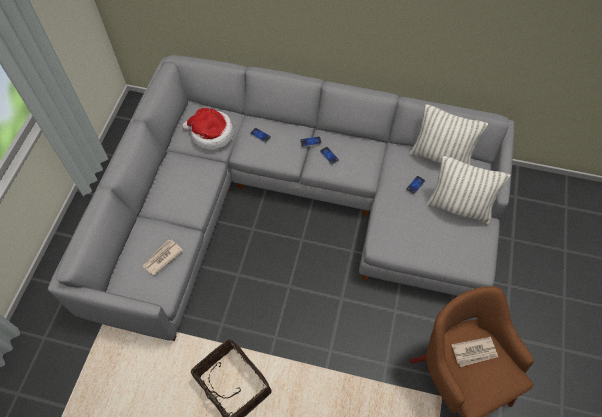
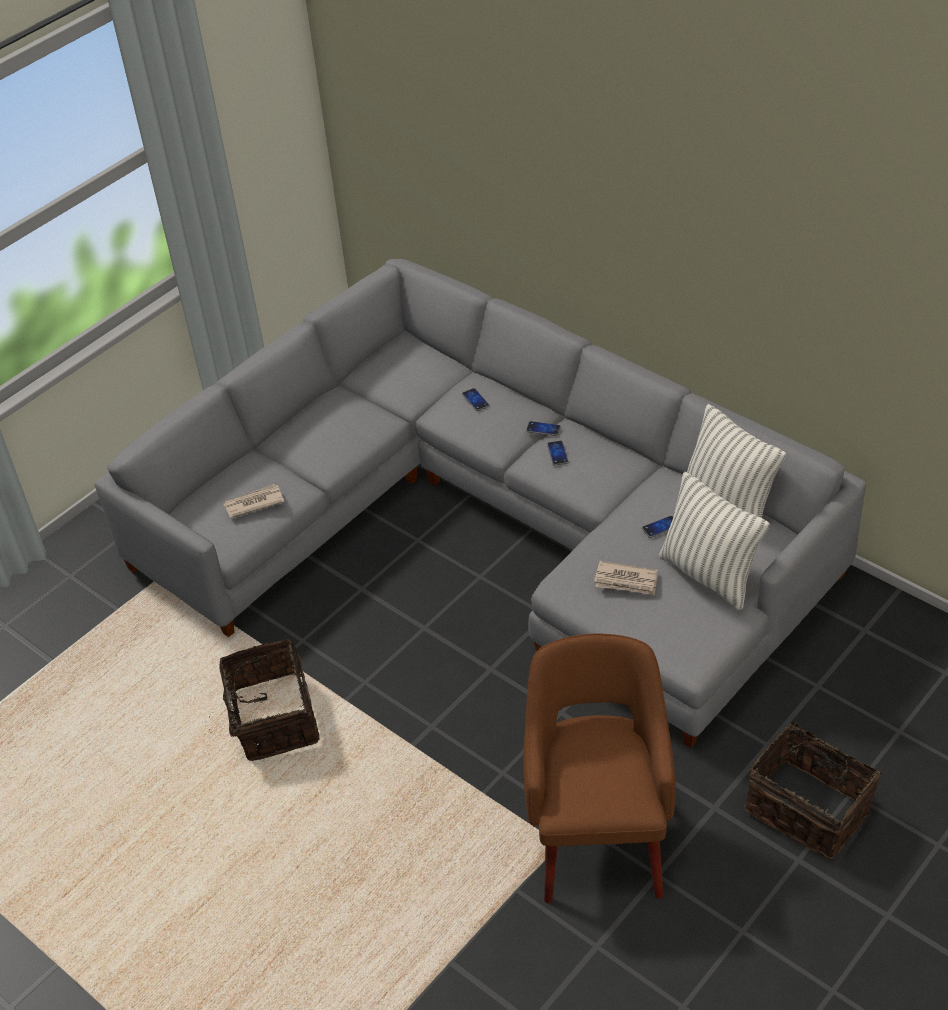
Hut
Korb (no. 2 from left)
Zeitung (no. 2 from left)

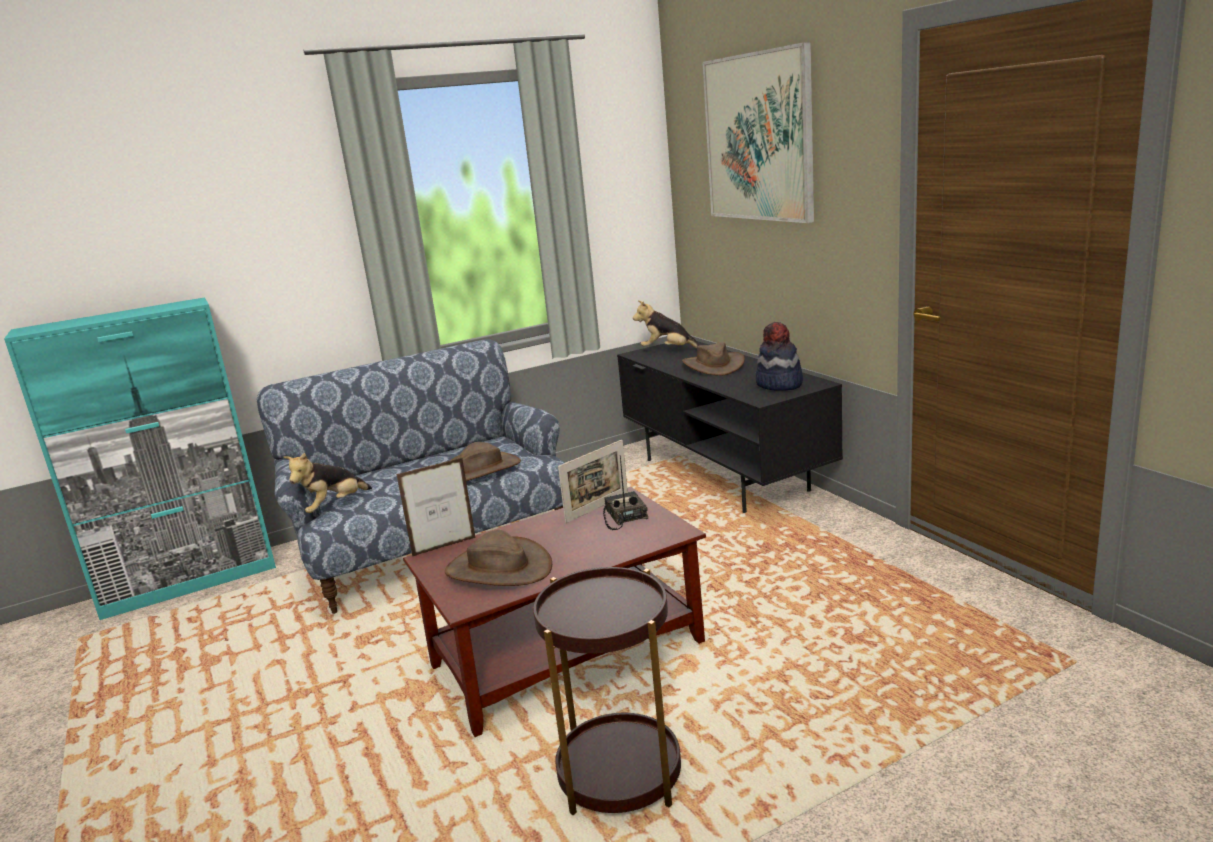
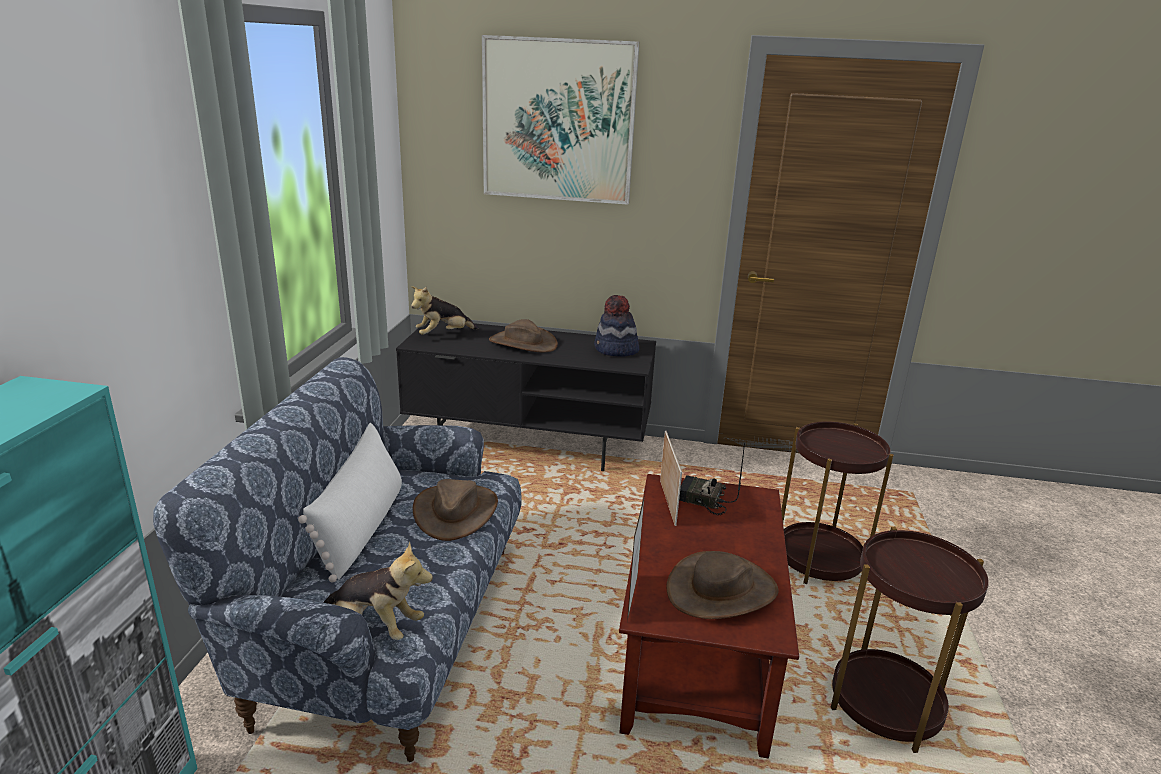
Kissen [weiß]
Beistelltisch [braun] (no. 1 from left)
Plüschtier (no. 1 from left)

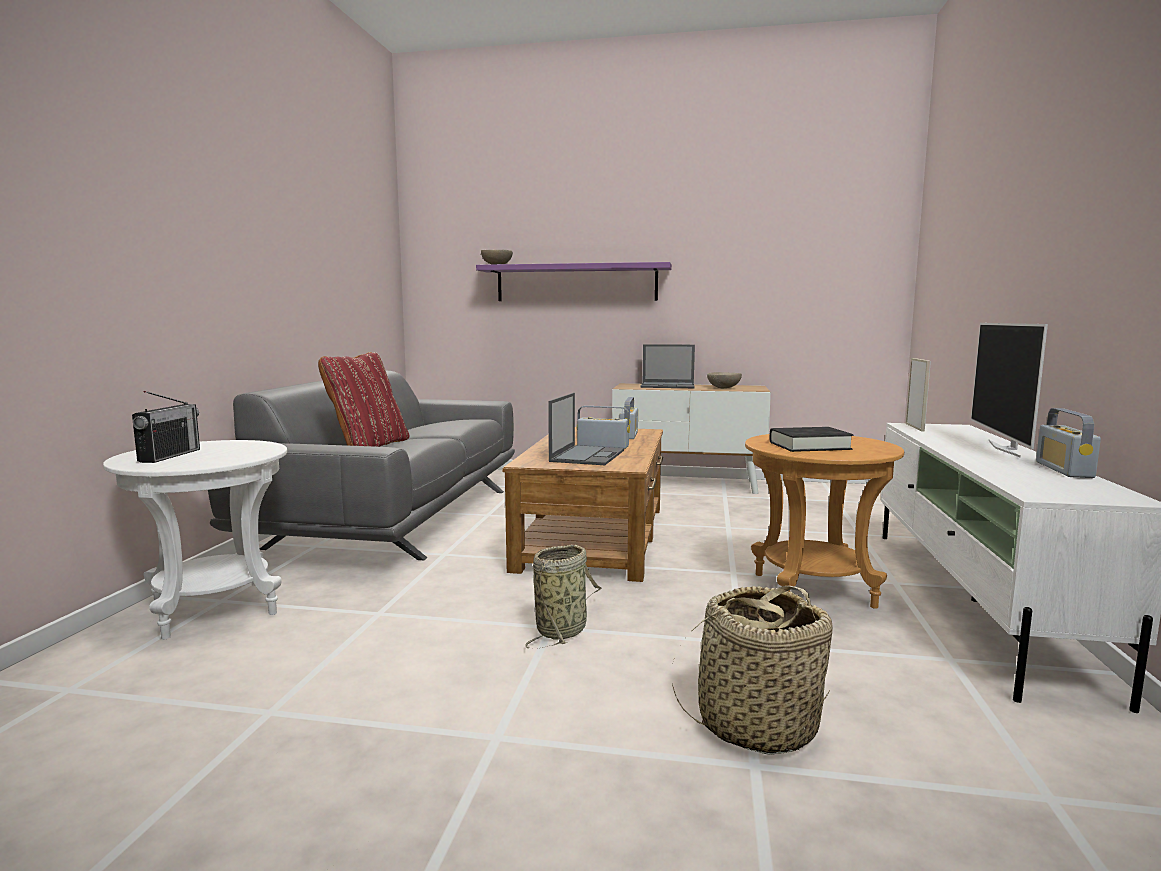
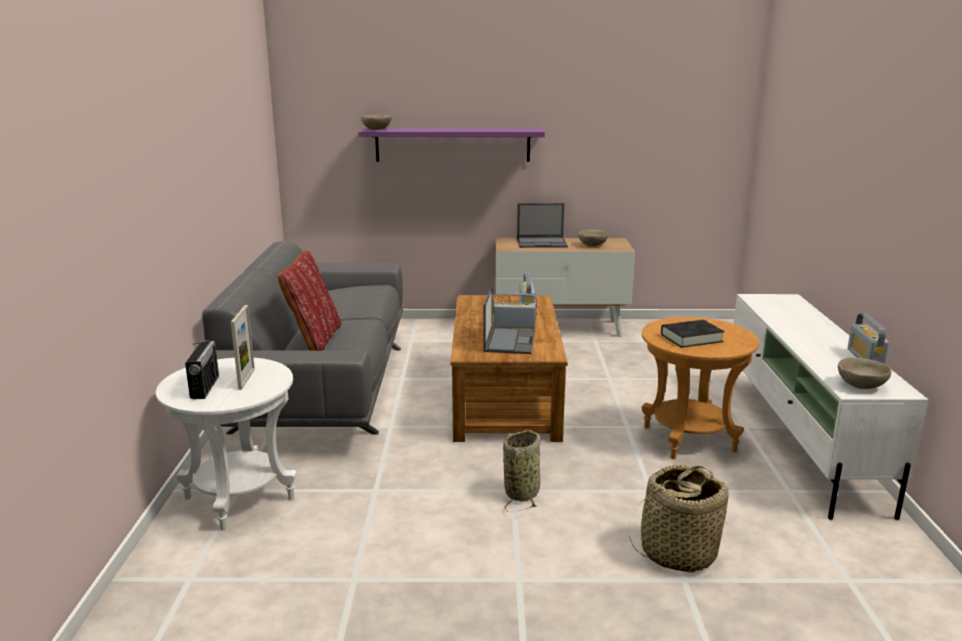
Fernseher
Schüssel [beige] (no. 3 from left)
Bilderrahmen

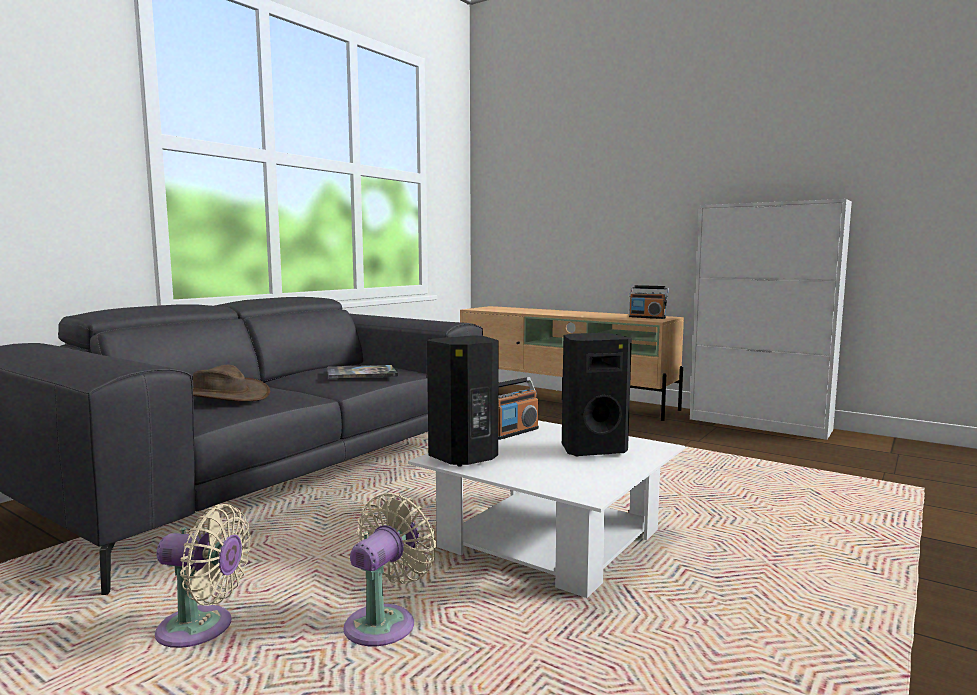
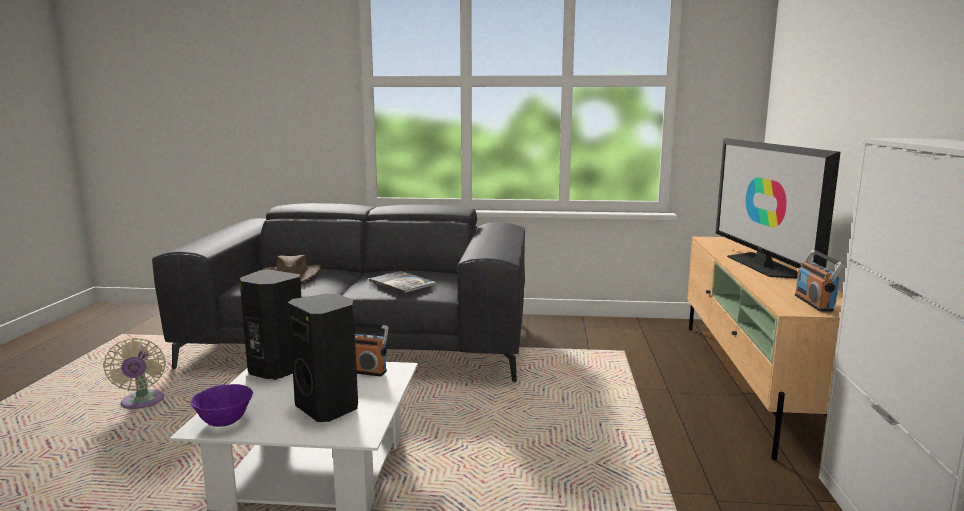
Ventilator [beige] (no. 2 from left in the first image)
Schüssel [lila]
Fernseher

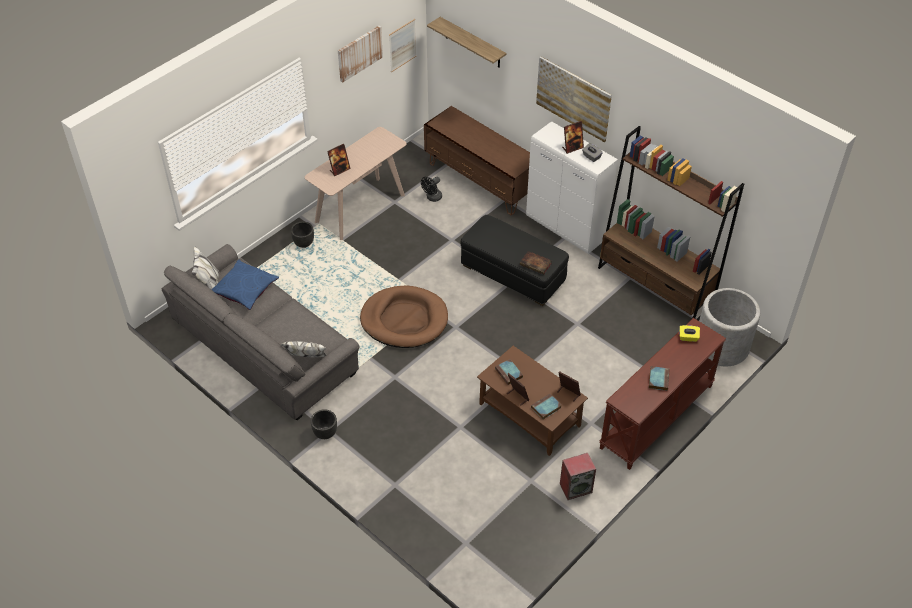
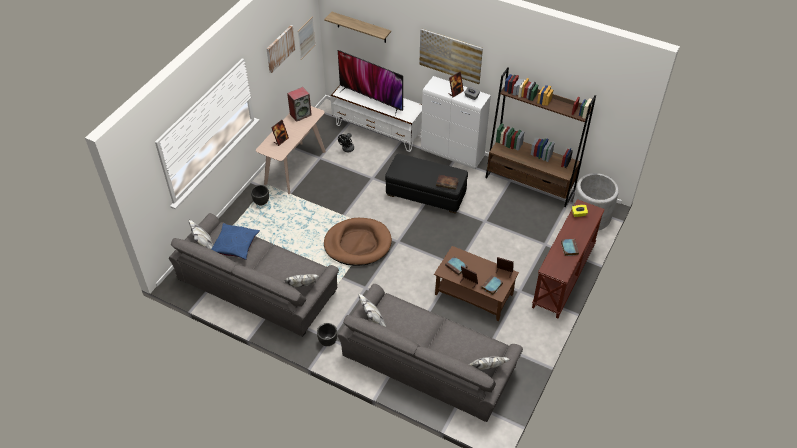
Fernseher
Sofa [grau] (no. 2 from left)
Lautsprecher
Fernsehschrank [weiß]

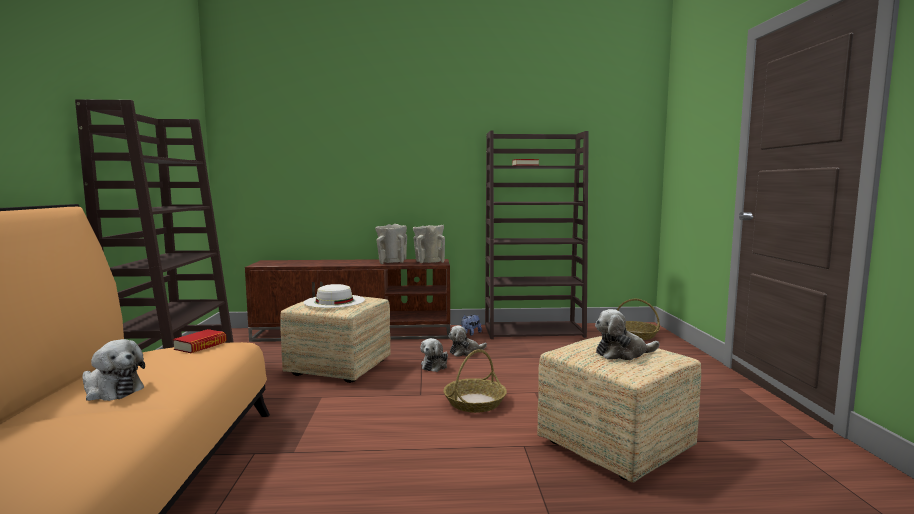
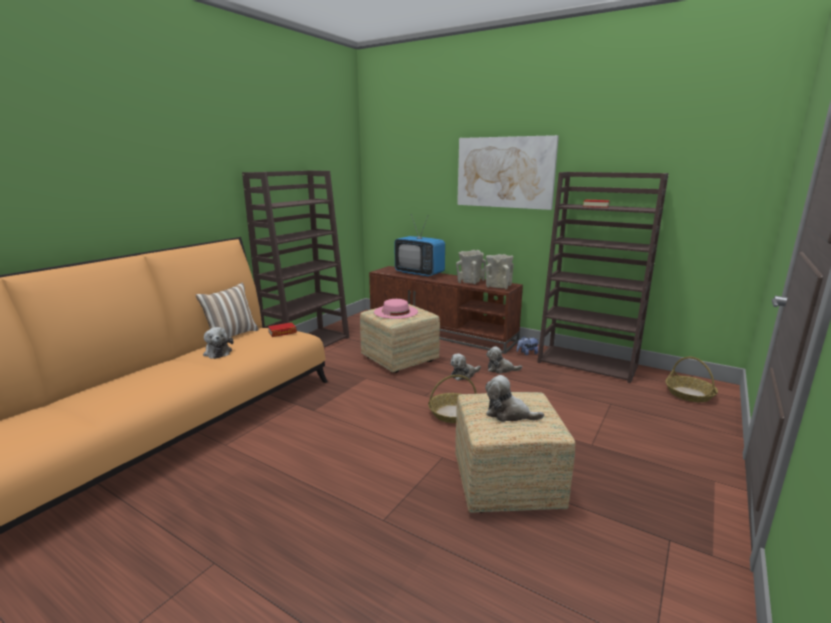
Kissen
Fernseher
Bild
Hut [rosa]

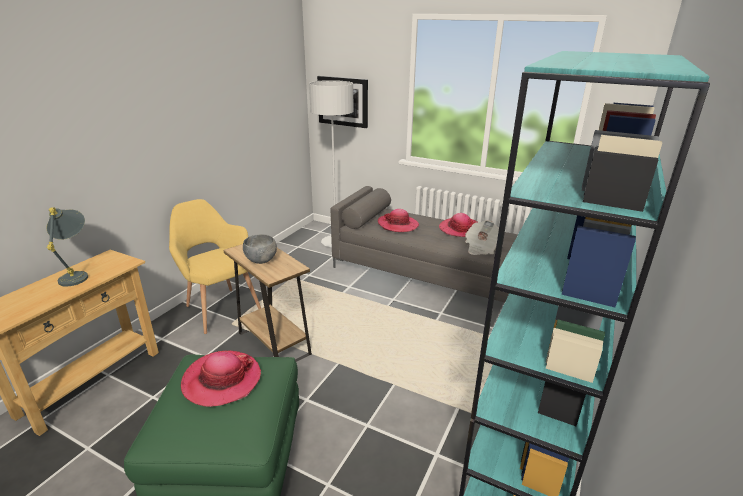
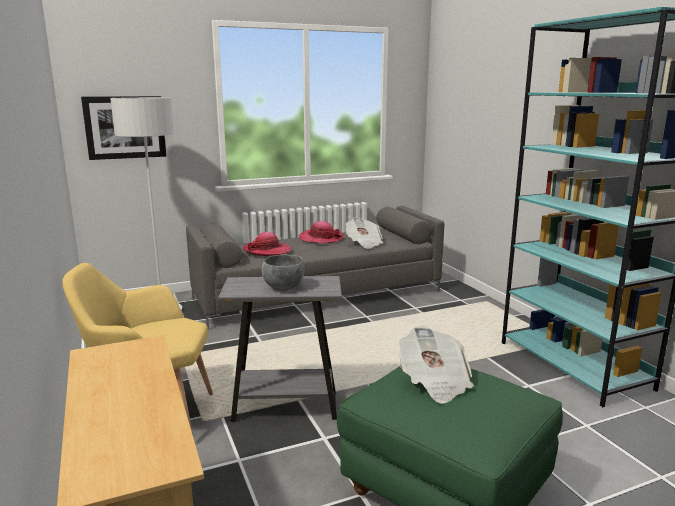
Tischlampe [grau]
Zeitung (no. 2 from left)
Beistelltisch [grau]

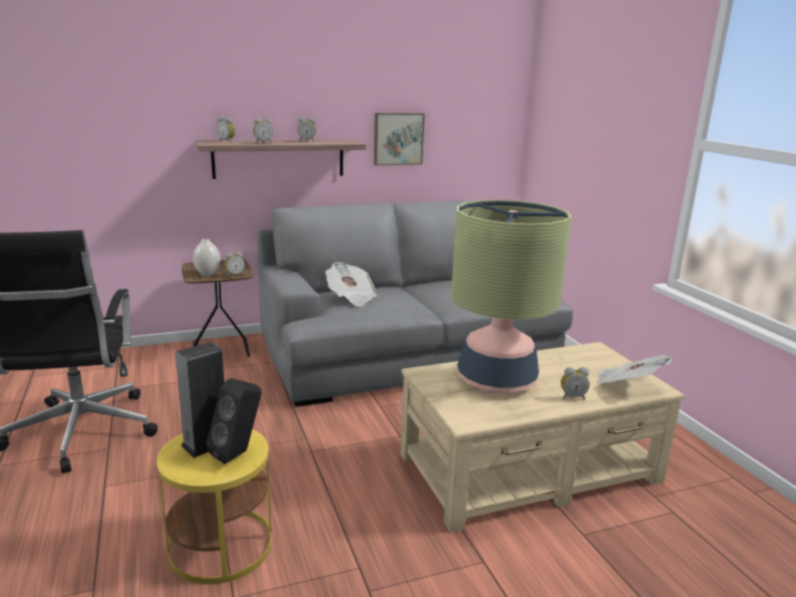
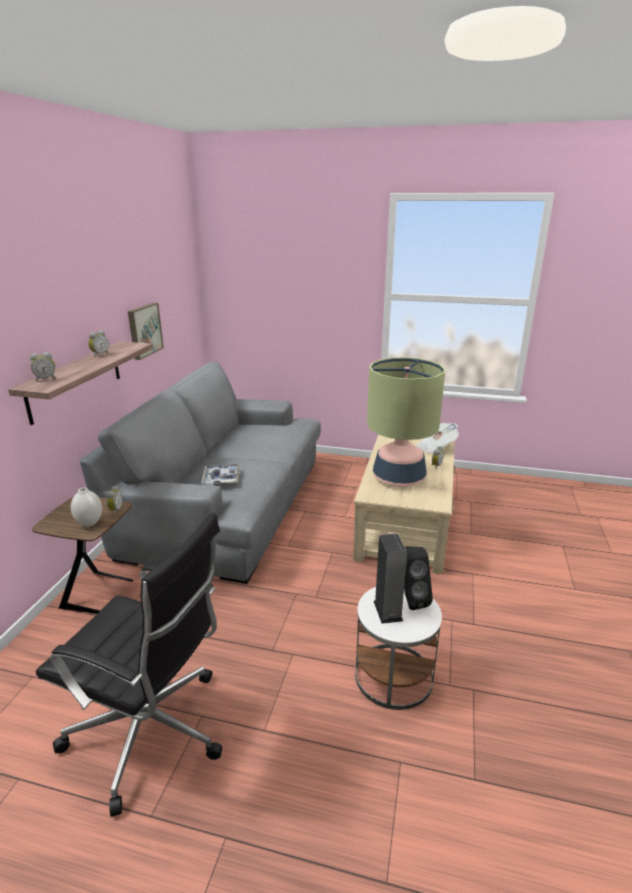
Wecker (no. 3 from left in the first image)
Tablett
Beistelltisch [weiß]

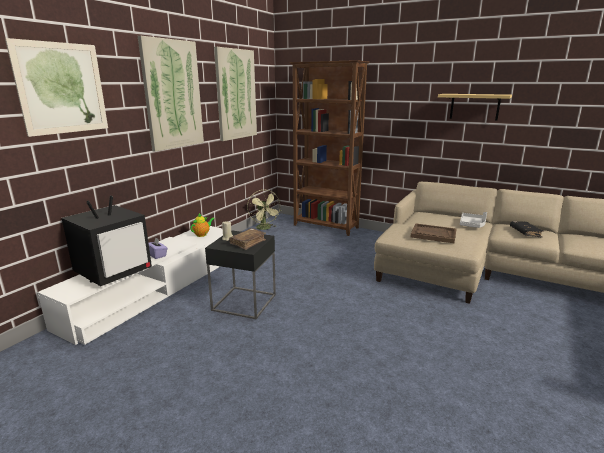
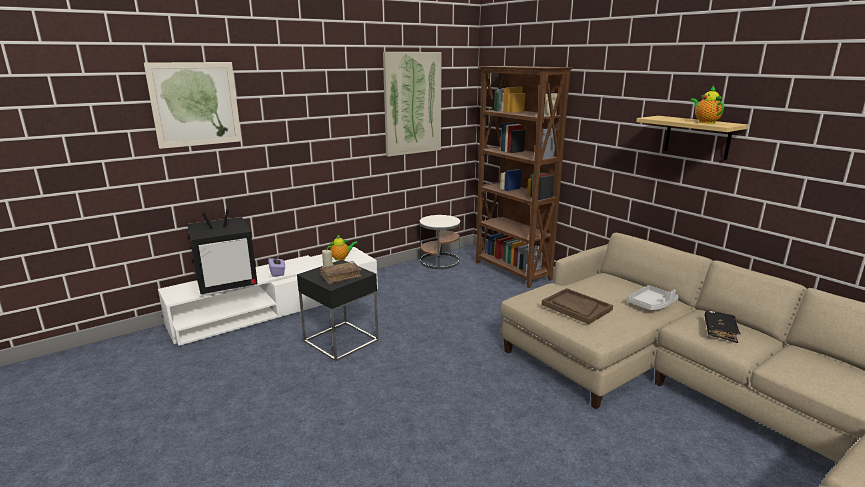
Bild (no. 2 from left in the first image)
Teekanne (no. 2 from left)
Beistelltisch [weiß]

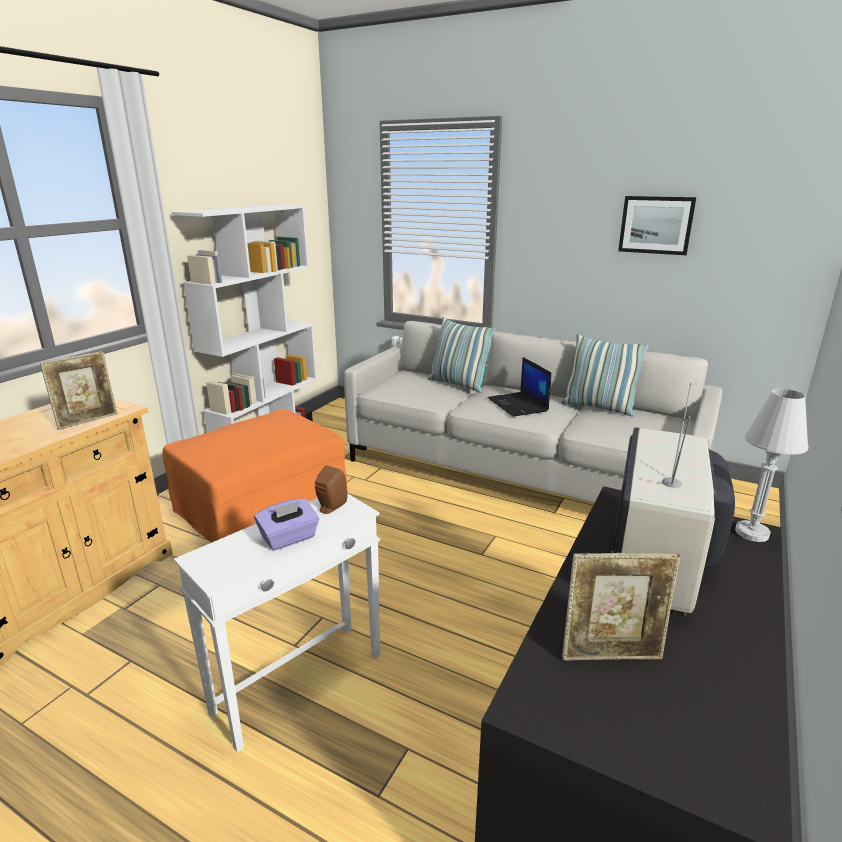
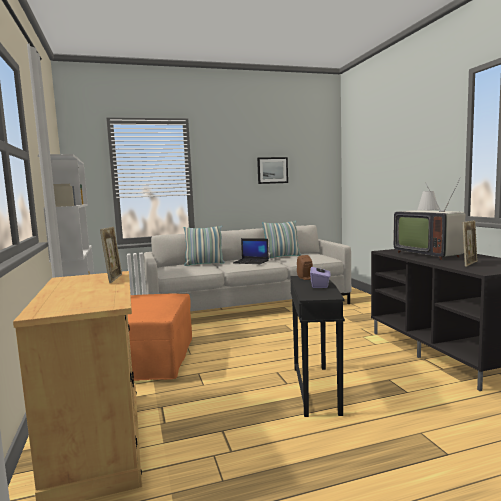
Beistelltisch [schwarz]

